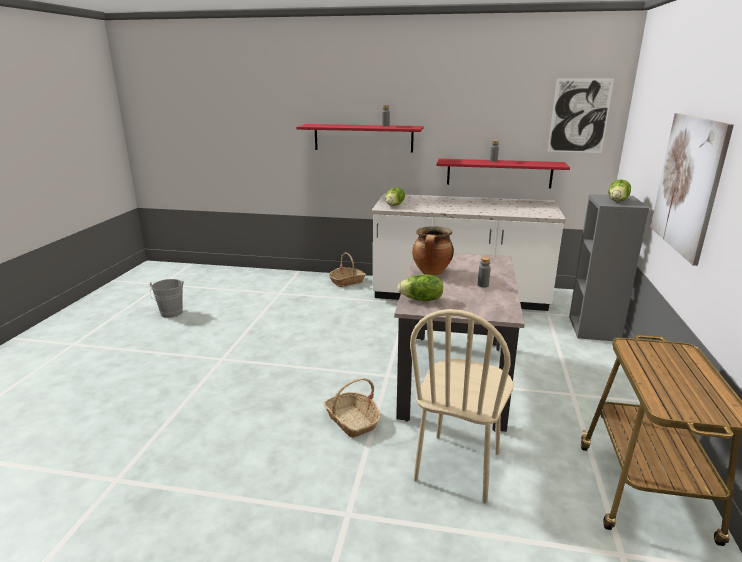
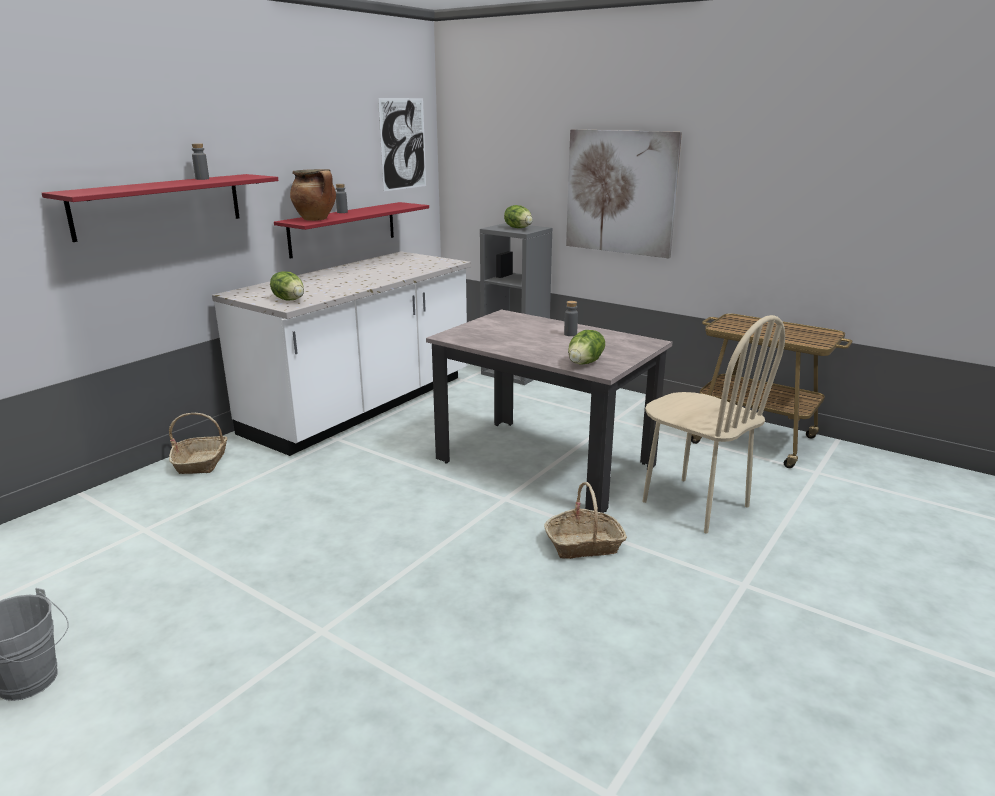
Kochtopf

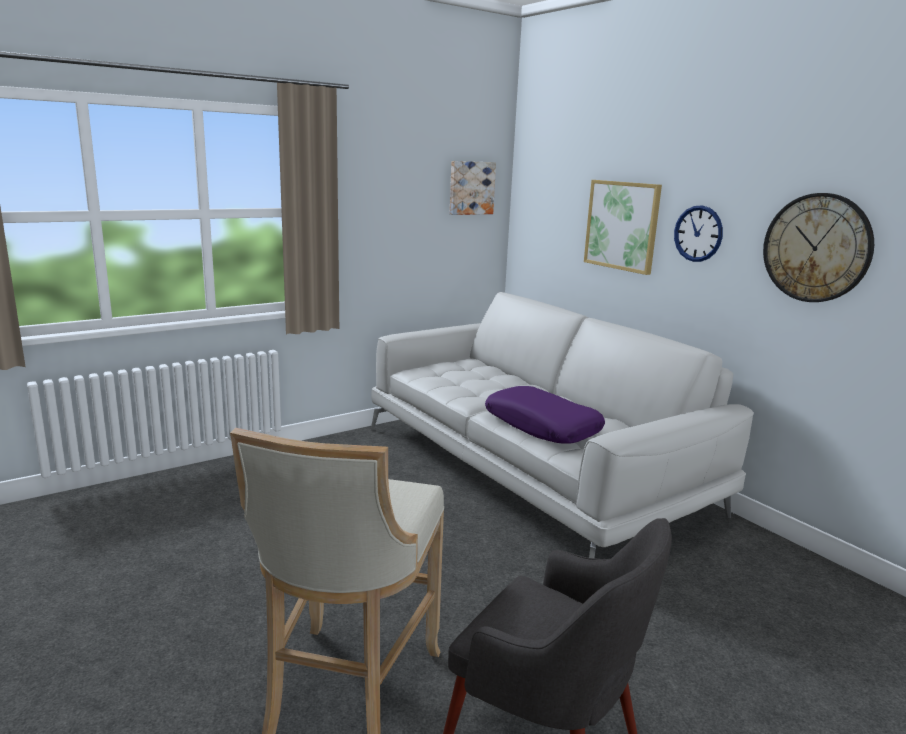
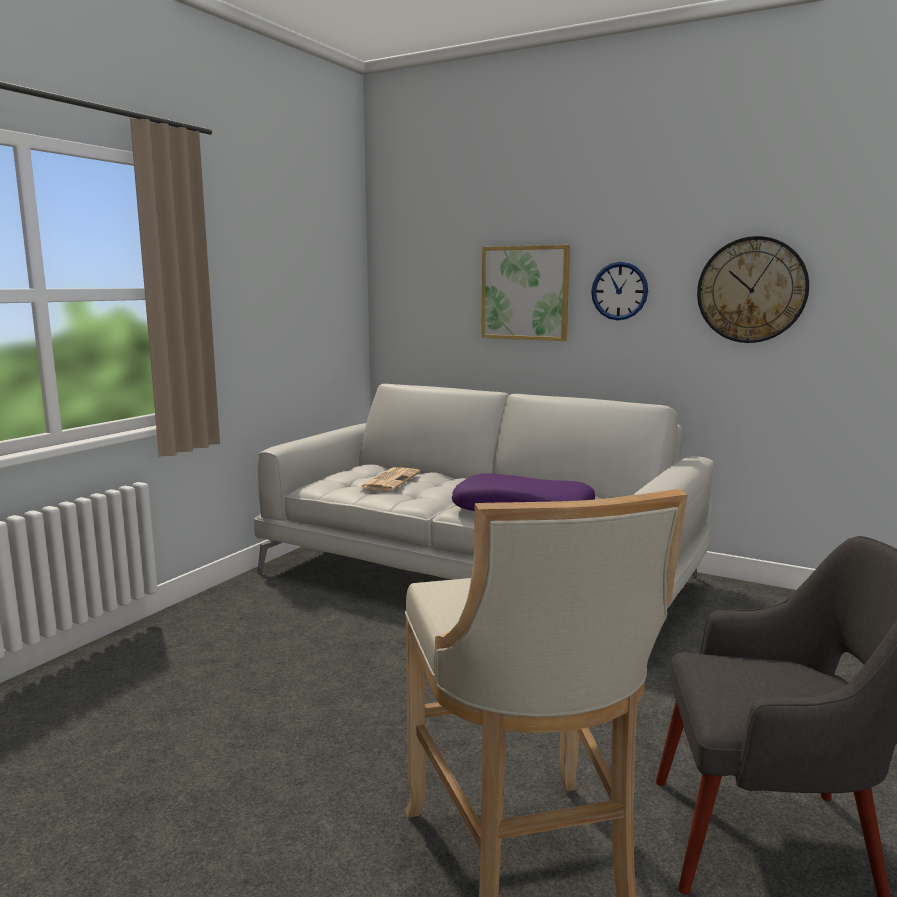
Bild (no. 1 from left in the first image)
Zeitung

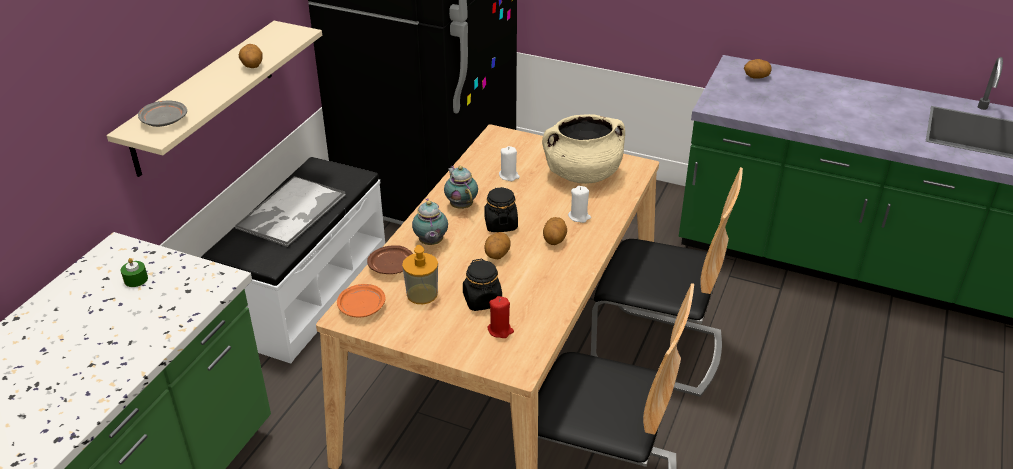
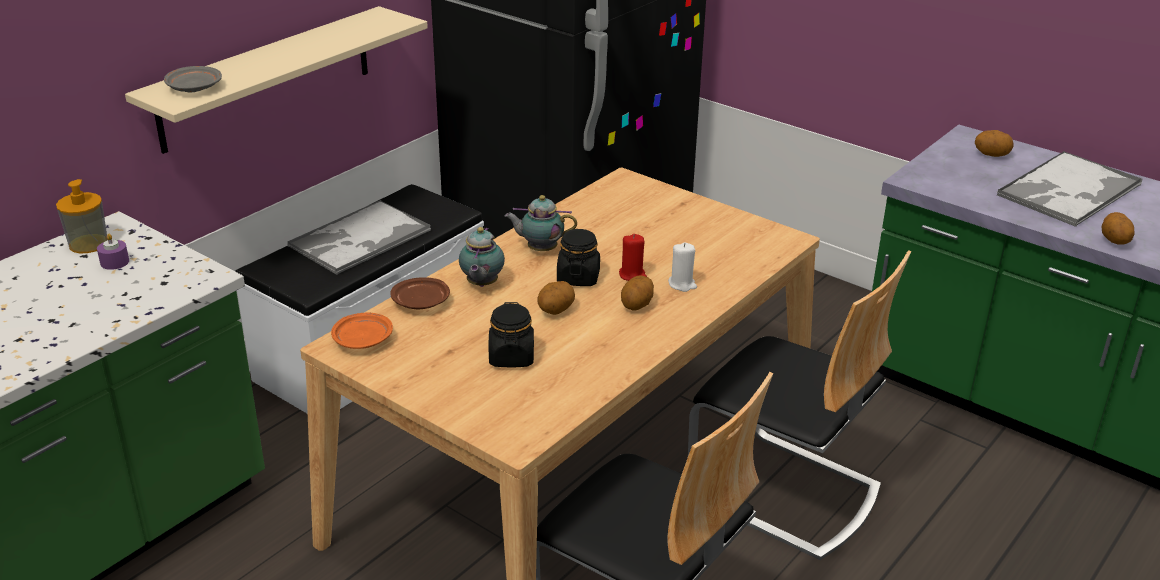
Kerze [weiß] (no. 1 from left in the first image)
Kochtopf [beige]
Tablett (no. 2 from left)
Kartoffel (no. 4 from left)
Seifenspender
Kerze [rot]
Kerze [lila]
Teekanne (no. 2 from left)

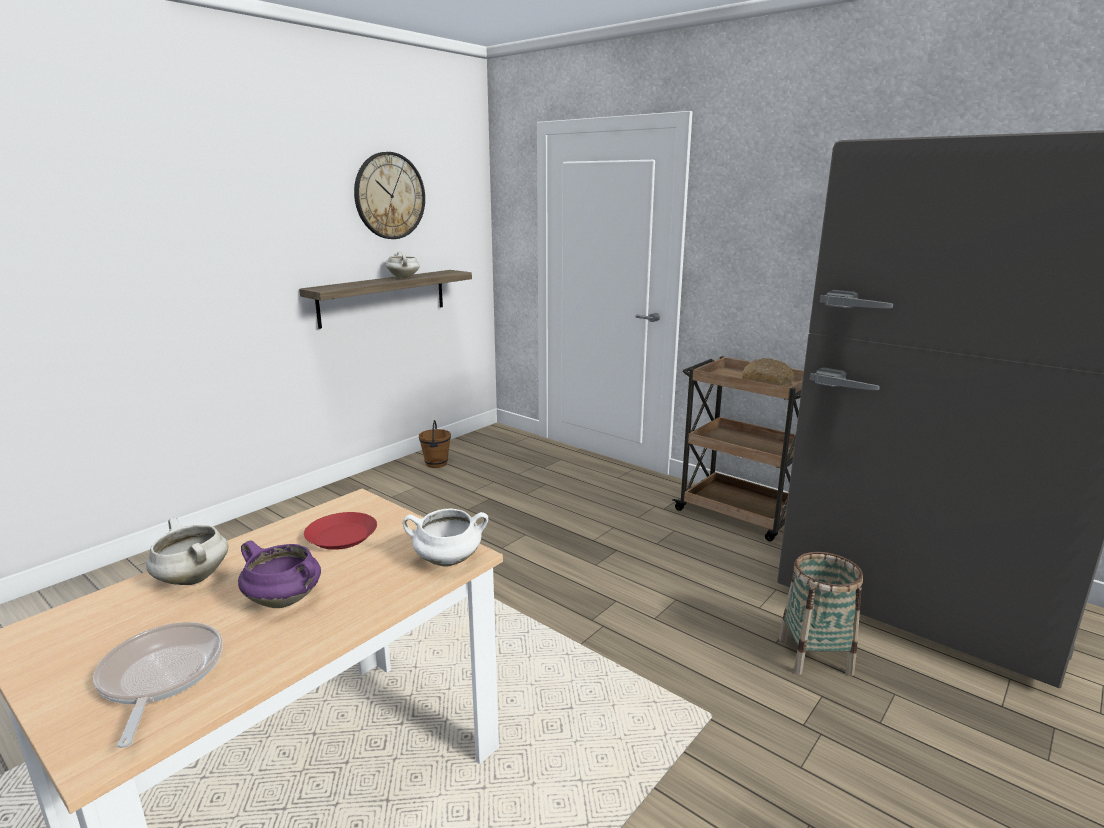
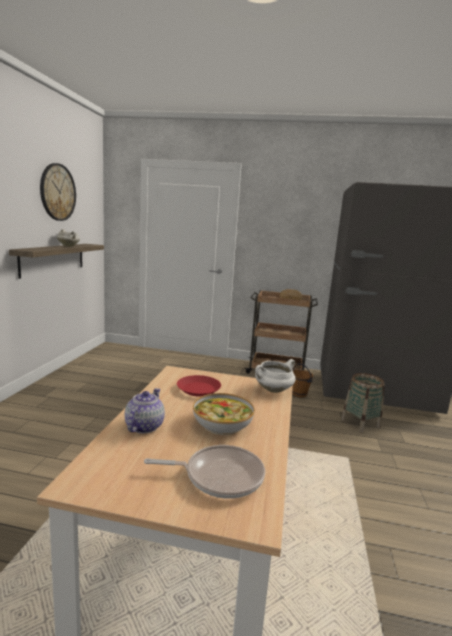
Eimer [braun]
Teekanne
Schüssel
Pfanne

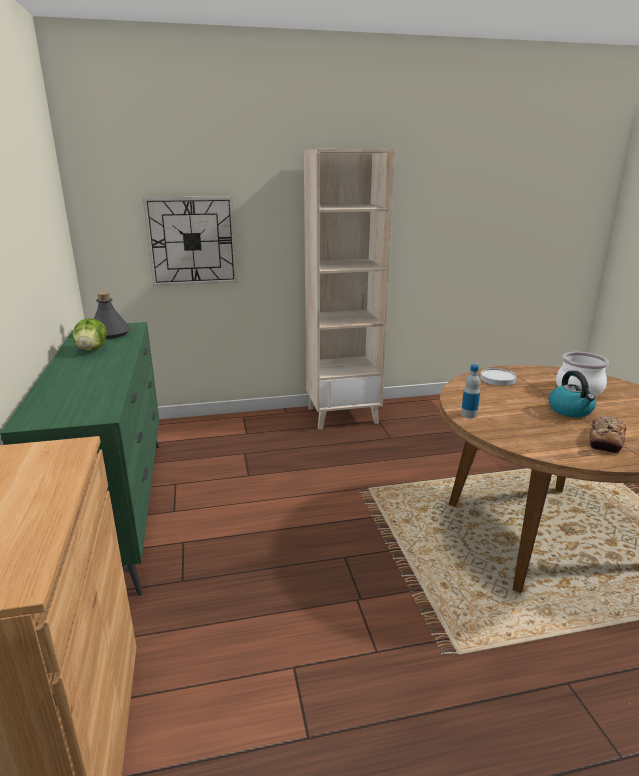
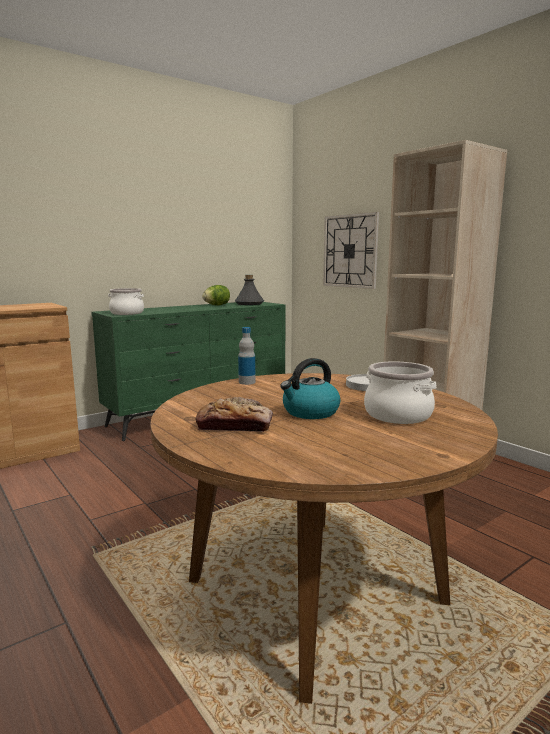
Kochtopf (no. 1 from left)

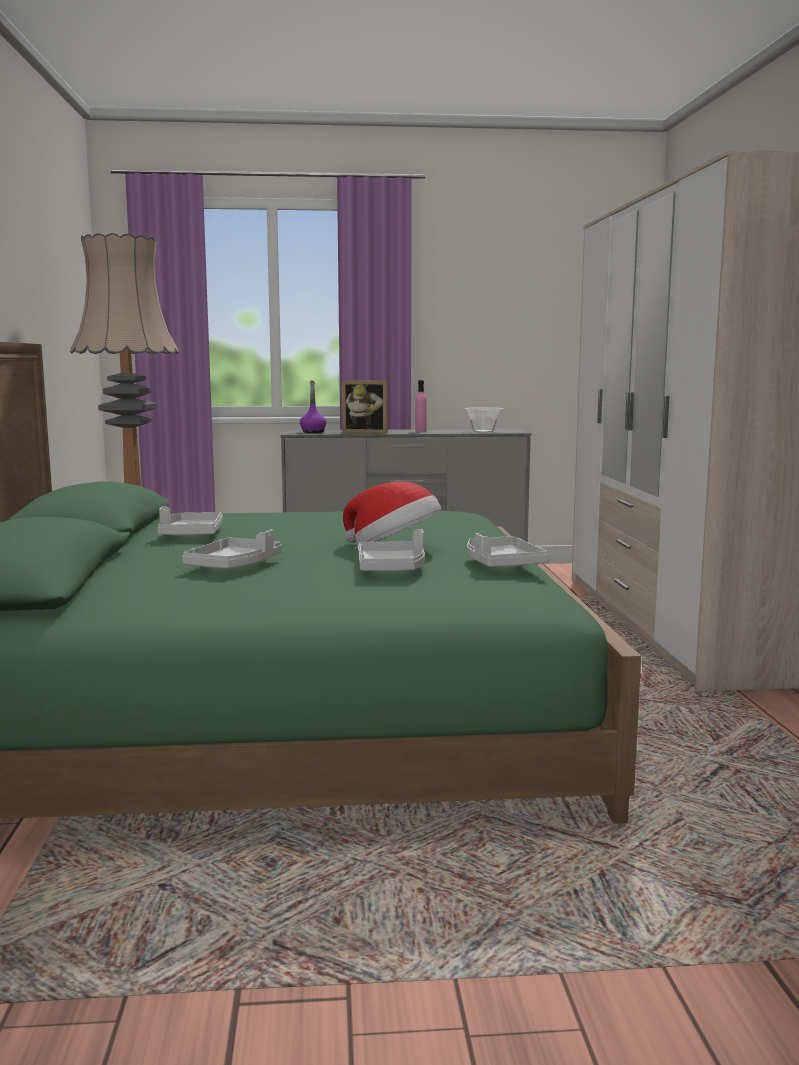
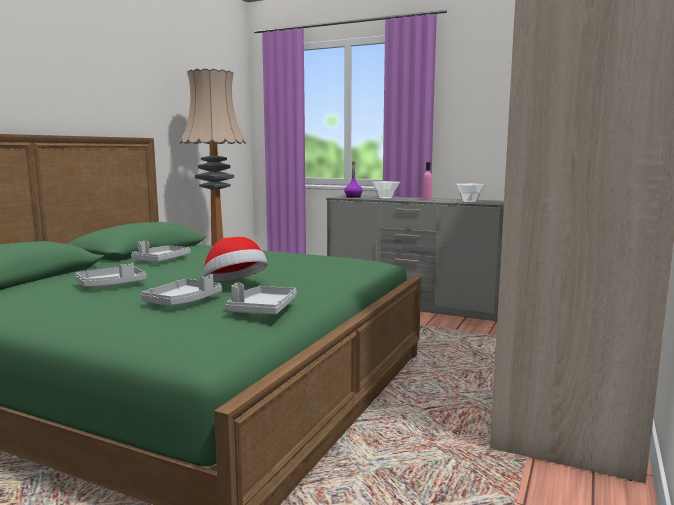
Schüssel (no. 1 from left)

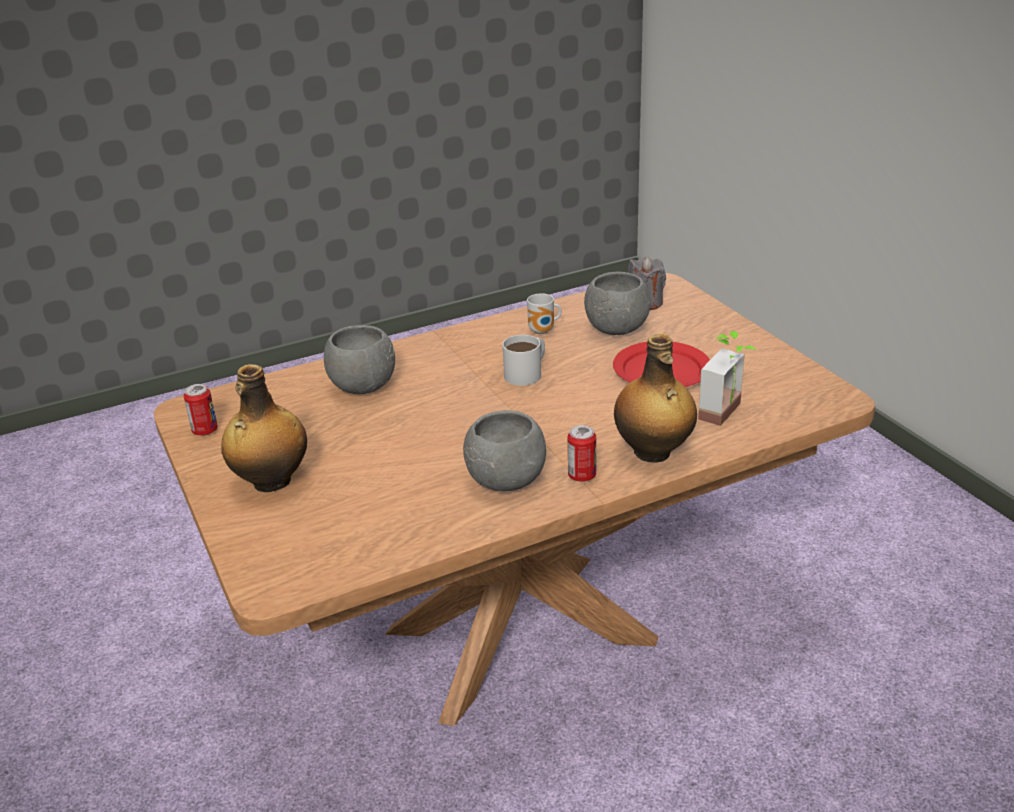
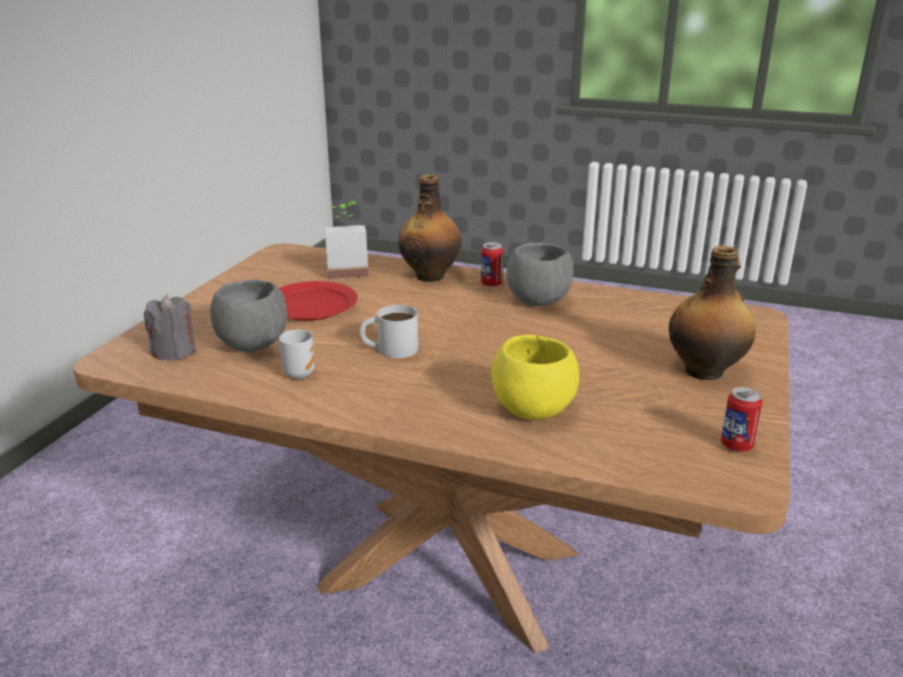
Schüssel [gelb]

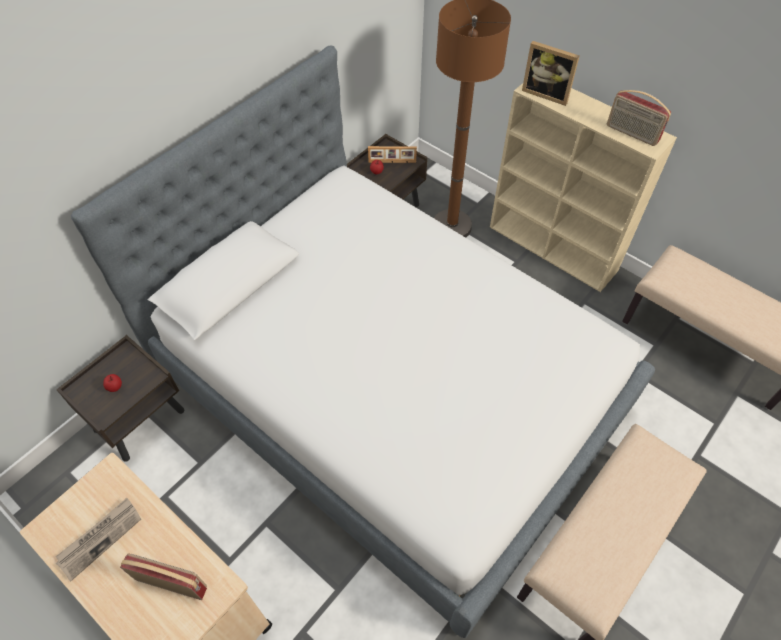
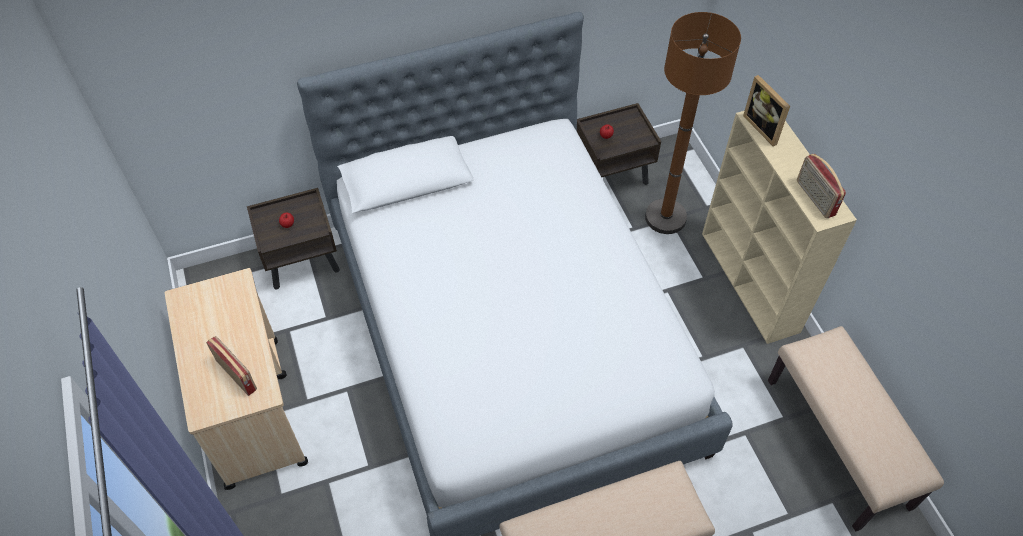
Zeitung
Bilderrahmen (no. 1 from left in the first image)

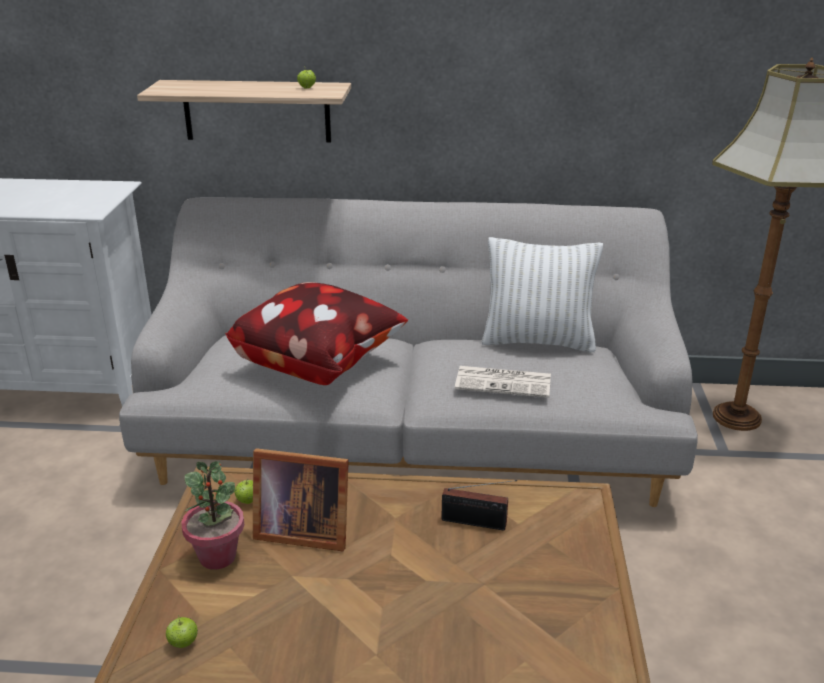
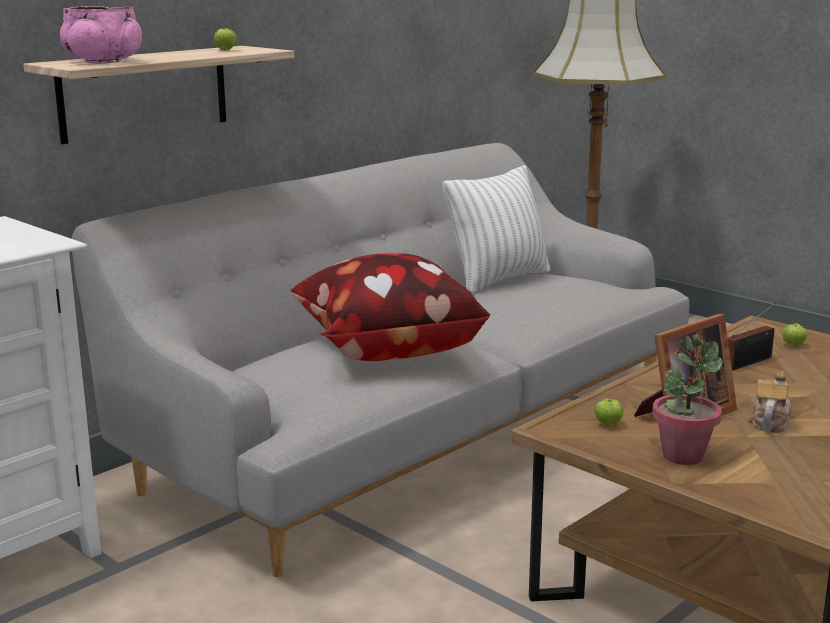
Zeitung
Schüssel [rosa]
Teekanne
Apfel (no. 3 from left)

